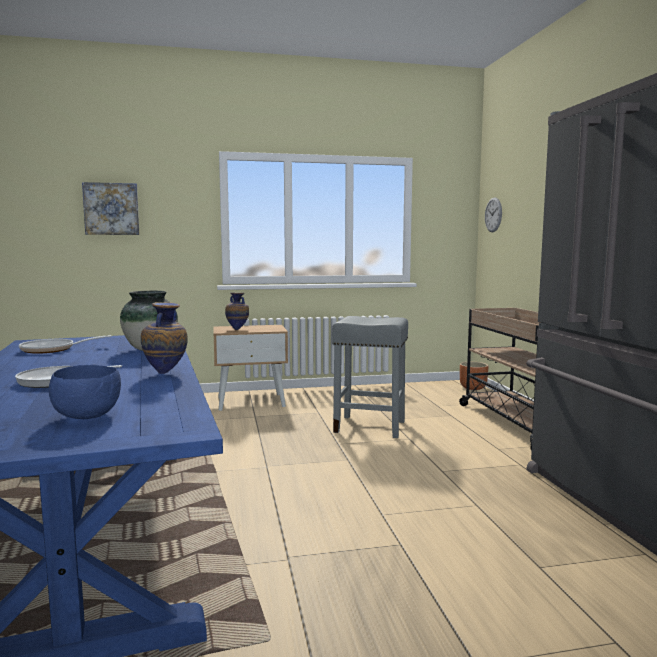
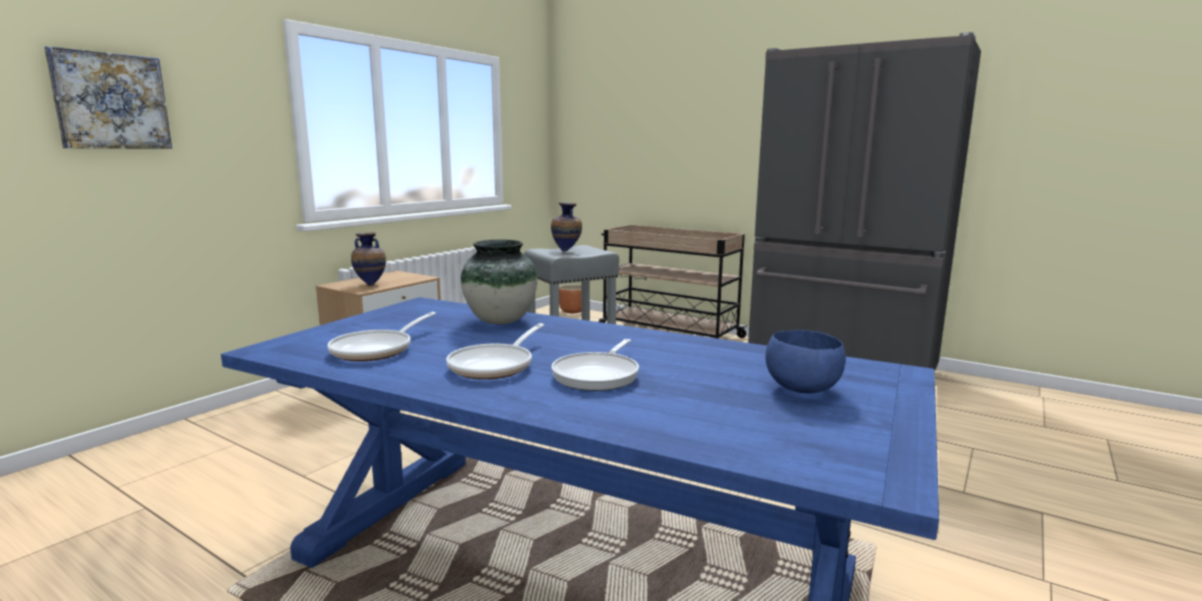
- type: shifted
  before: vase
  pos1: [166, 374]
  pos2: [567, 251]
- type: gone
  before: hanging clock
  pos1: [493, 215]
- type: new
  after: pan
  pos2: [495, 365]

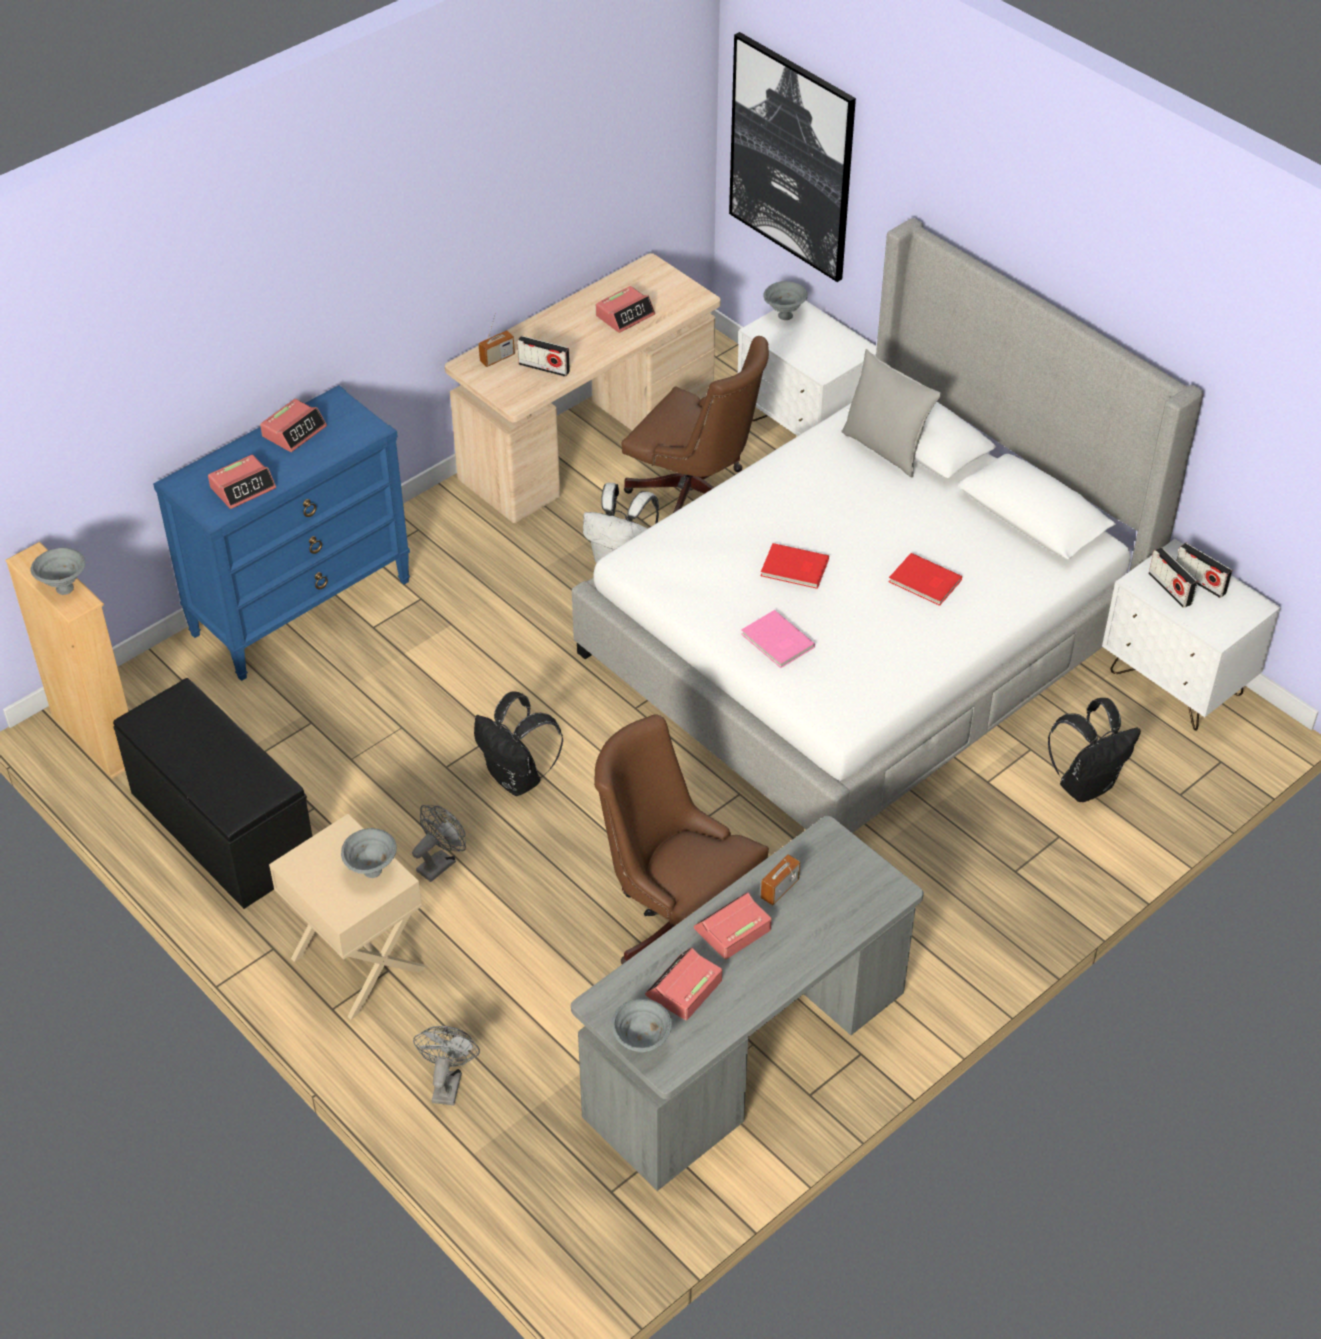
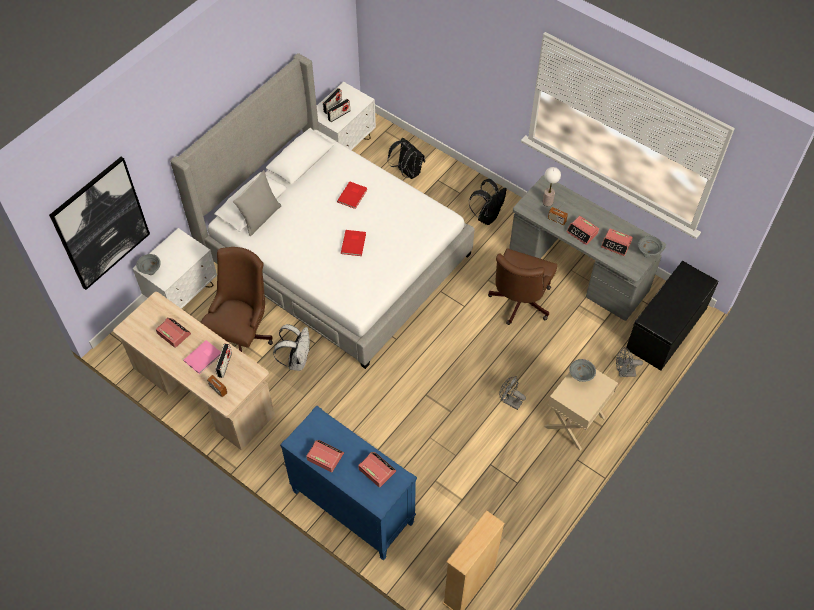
- type: gone
  before: grey deep dish
  pos1: [63, 589]
- type: shifted
  before: black indoor bench
  pos1: [221, 827]
  pos2: [667, 329]
- type: shifted
  before: black backpack
  pos1: [518, 779]
  pos2: [487, 216]
- type: shifted
  before: pink bound book
  pos1: [777, 642]
  pos2: [204, 357]
- type: new
  after: table lamp
  pos2: [547, 202]

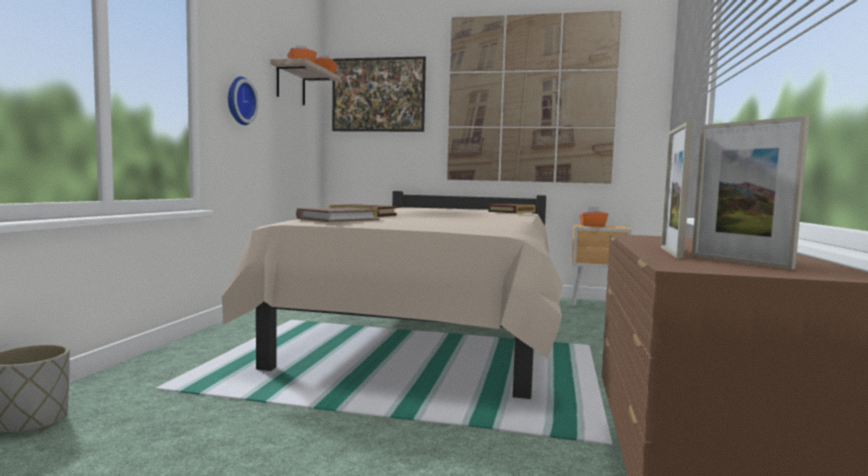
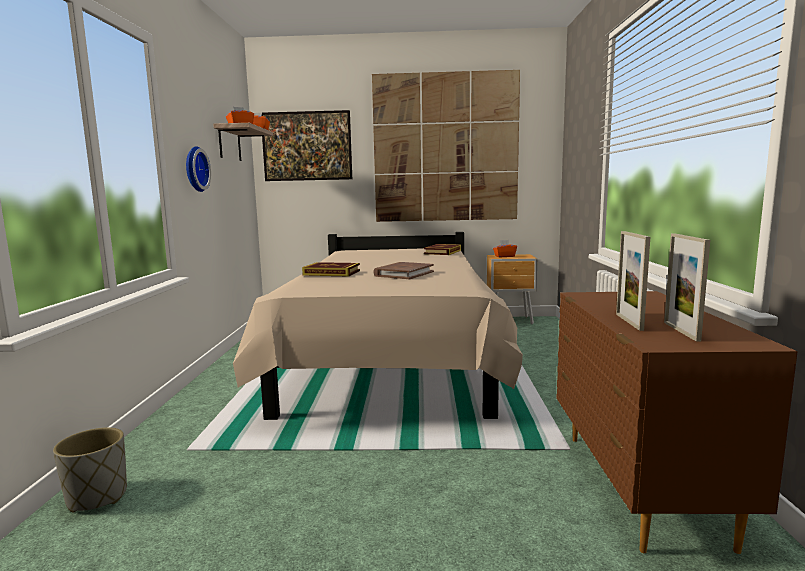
- type: shifted
  before: brownish bound book
  pos1: [337, 219]
  pos2: [404, 274]
- type: rotated
  before: picture frame
  pos1: [739, 262]
  pos2: [681, 331]
  turn: 45

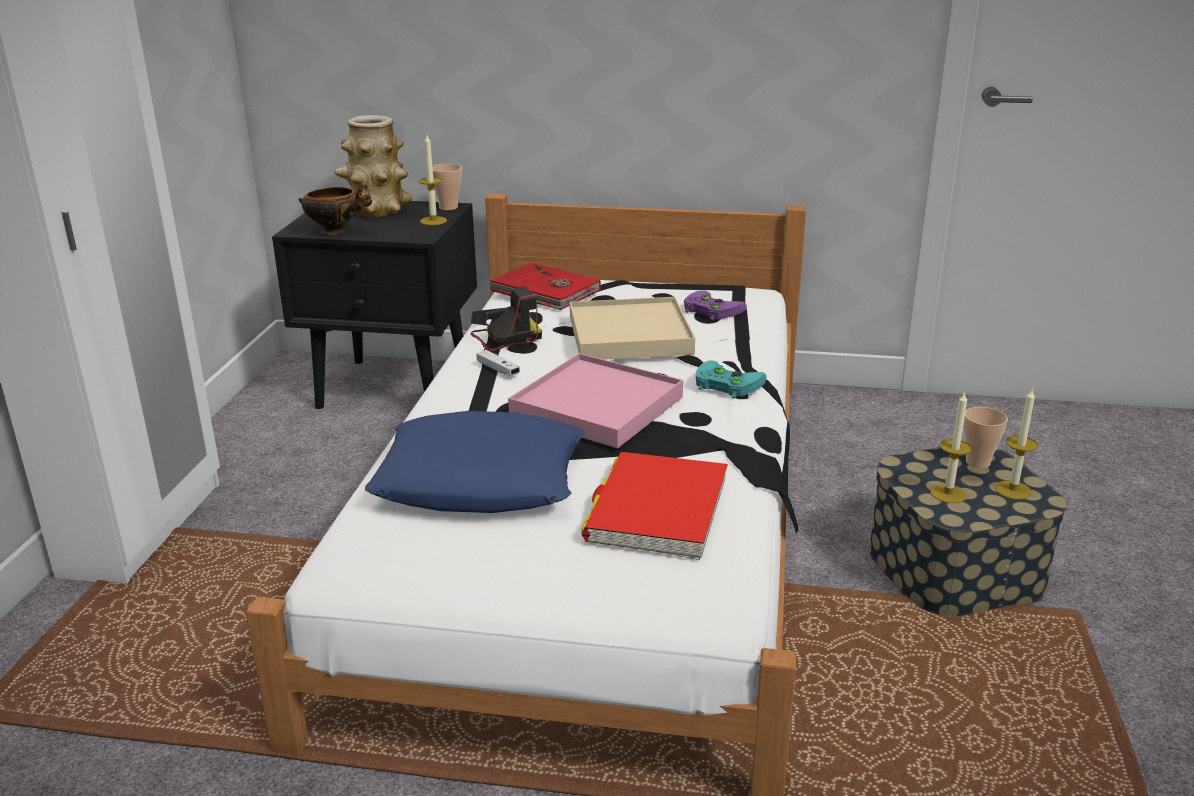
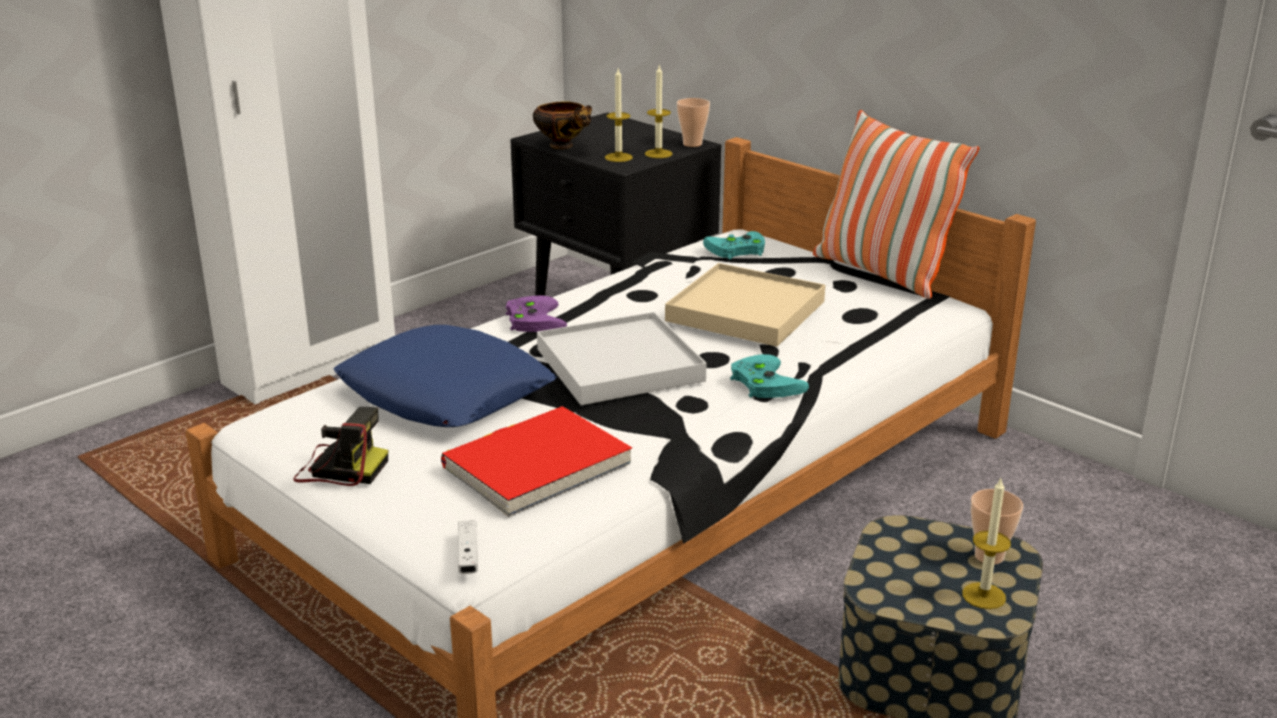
- type: gone
  before: vase
  pos1: [376, 210]
- type: shifted
  before: photo camera
  pos1: [505, 338]
  pos2: [339, 468]
- type: shifted
  before: white-coloured gamepad
  pos1: [498, 369]
  pos2: [468, 555]
- type: swapped
  before: reddish bound book
  after: turquoise gamepad
  pos1: [545, 291]
  pos2: [735, 250]
- type: repainted
  before: pink serving tray
  after: white-coloured serving tray
  pos1: [597, 406]
  pos2: [620, 365]
- type: shifted
  before: purple gamepad
  pos1: [709, 310]
  pos2: [532, 319]
- type: shifted
  before: candle
  pos1: [948, 493]
  pos2: [618, 157]
- type: new
  after: pillow
  pos2: [882, 273]

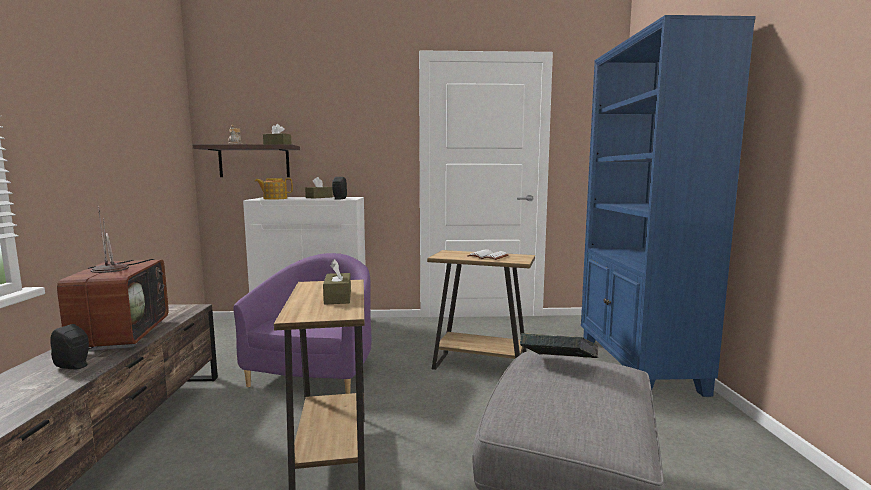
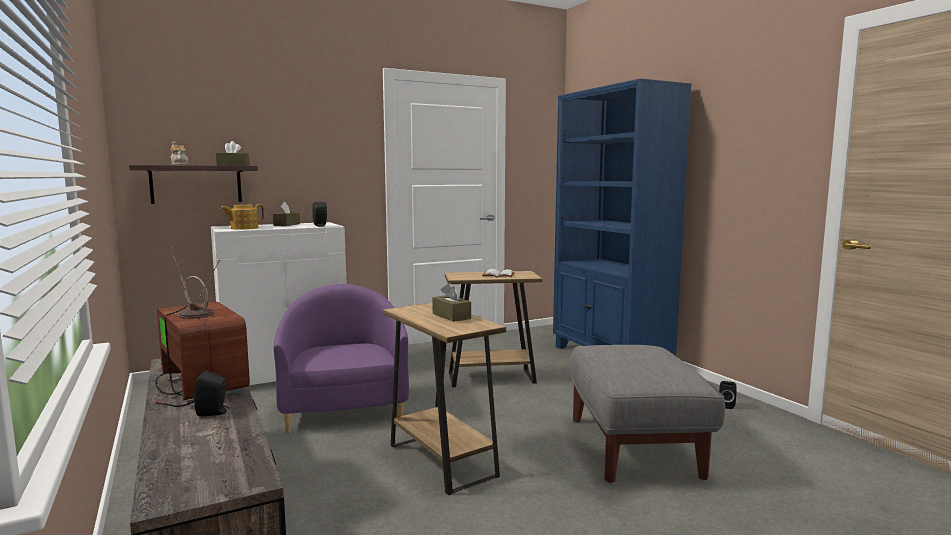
- type: gone
  before: bound book
  pos1: [558, 365]
- type: new
  after: black loudspeaker
  pos2: [726, 405]

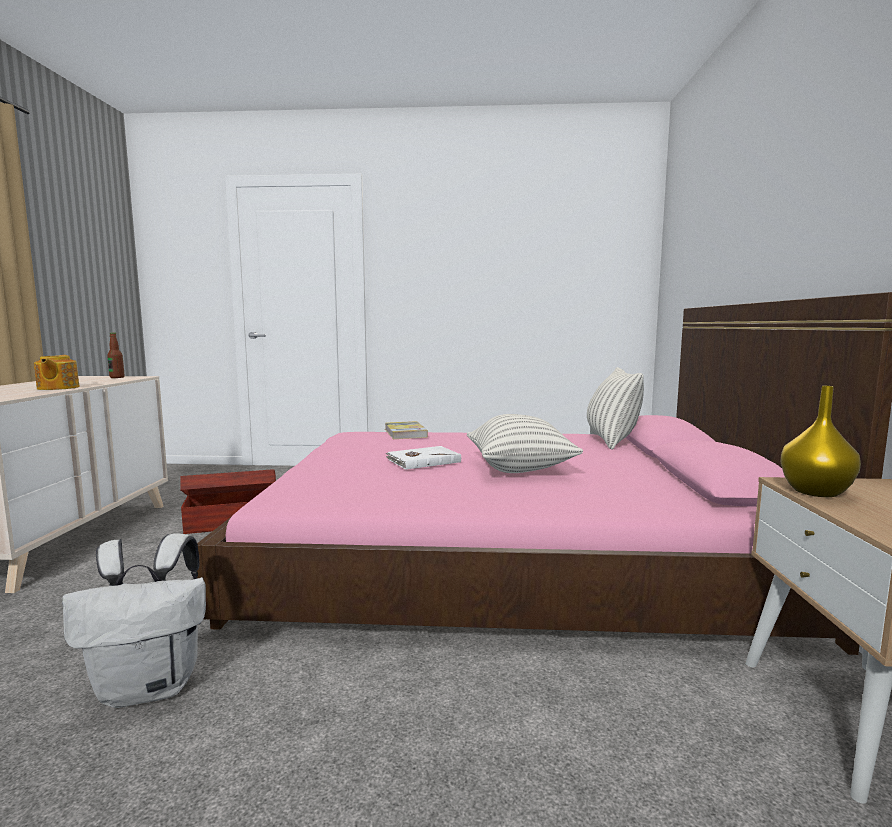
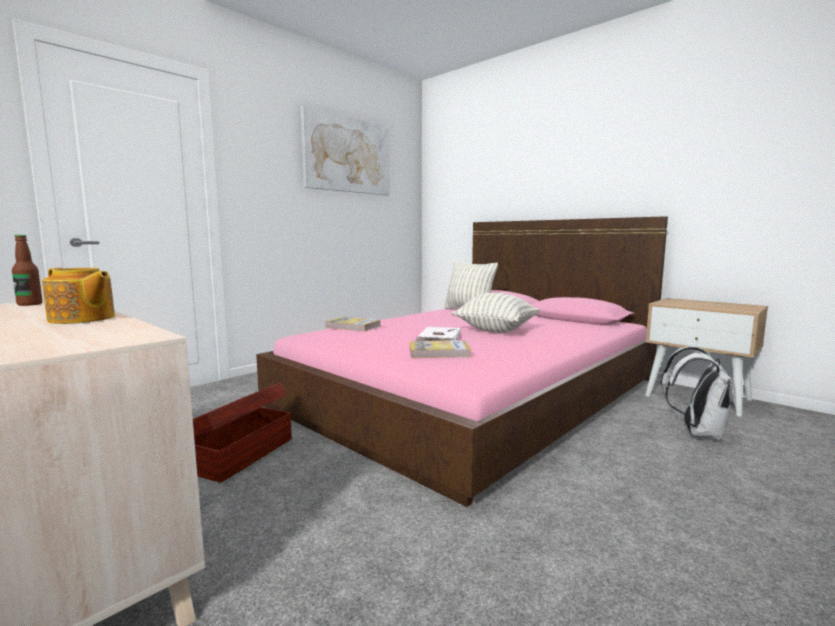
- type: shifted
  before: white-coloured backpack
  pos1: [152, 686]
  pos2: [698, 433]
- type: gone
  before: yellow-coloured vase
  pos1: [814, 492]
- type: new
  after: wall picture
  pos2: [348, 155]
- type: new
  after: bound book
  pos2: [439, 352]

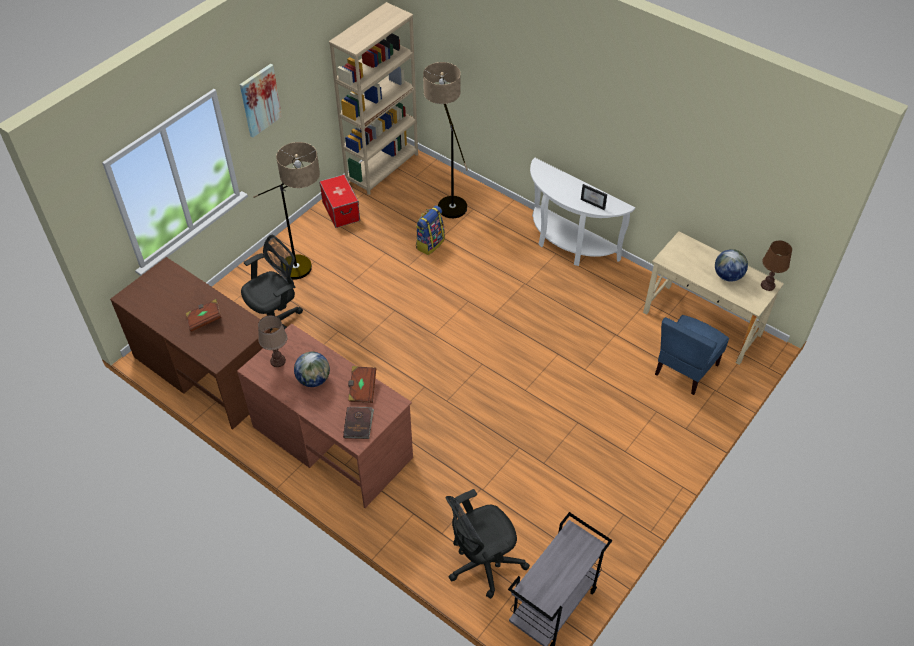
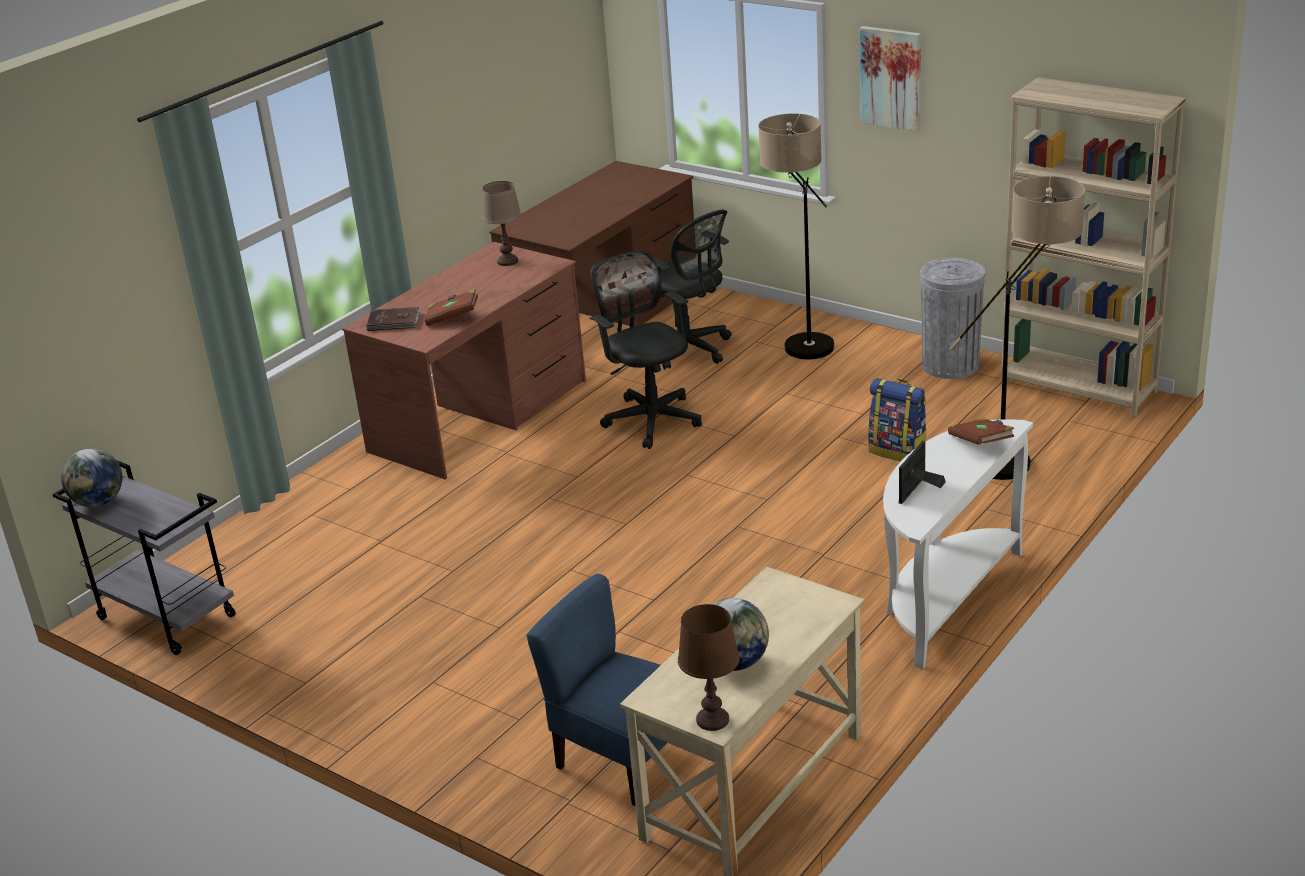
- type: shifted
  before: brownish bound book
  pos1: [205, 319]
  pos2: [981, 443]
- type: shifted
  before: world globe
  pos1: [314, 380]
  pos2: [99, 502]
- type: swapped
  before: storage bin
  after: grey waste bin
  pos1: [340, 211]
  pos2: [950, 365]
- type: shifted
  before: black computer chair
  pos1: [482, 564]
  pos2: [650, 418]

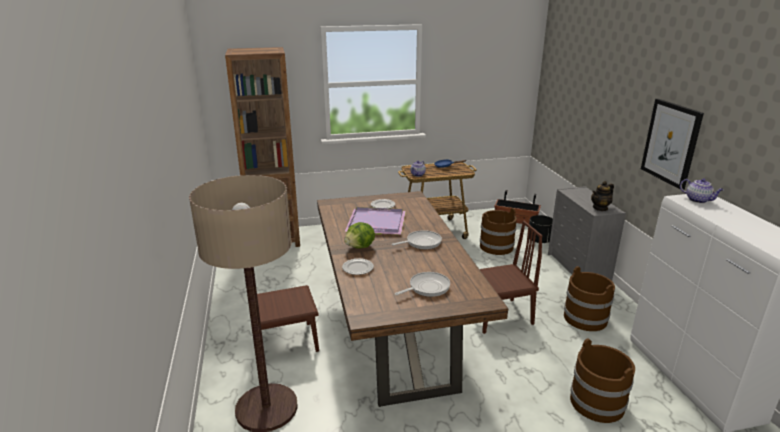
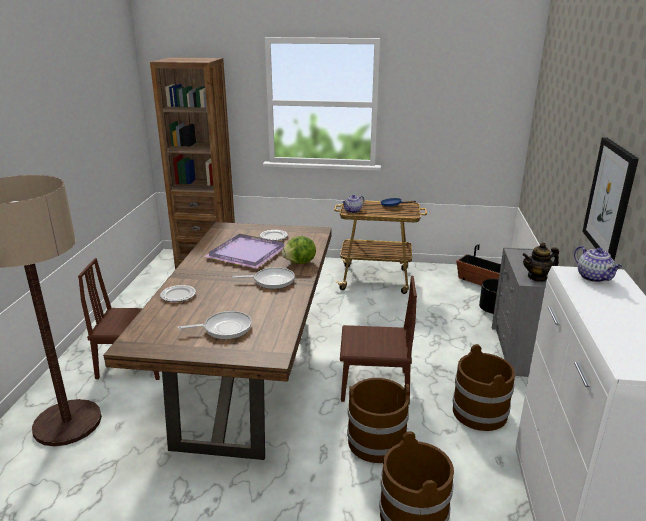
- type: shifted
  before: lettuce
  pos1: [360, 247]
  pos2: [300, 263]
- type: shifted
  before: brownish water bucket
  pos1: [496, 246]
  pos2: [377, 441]

